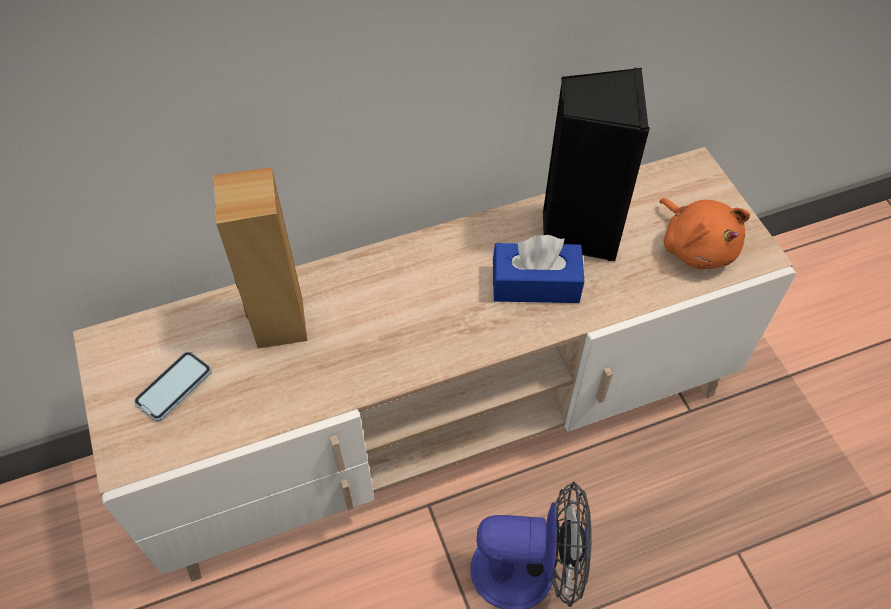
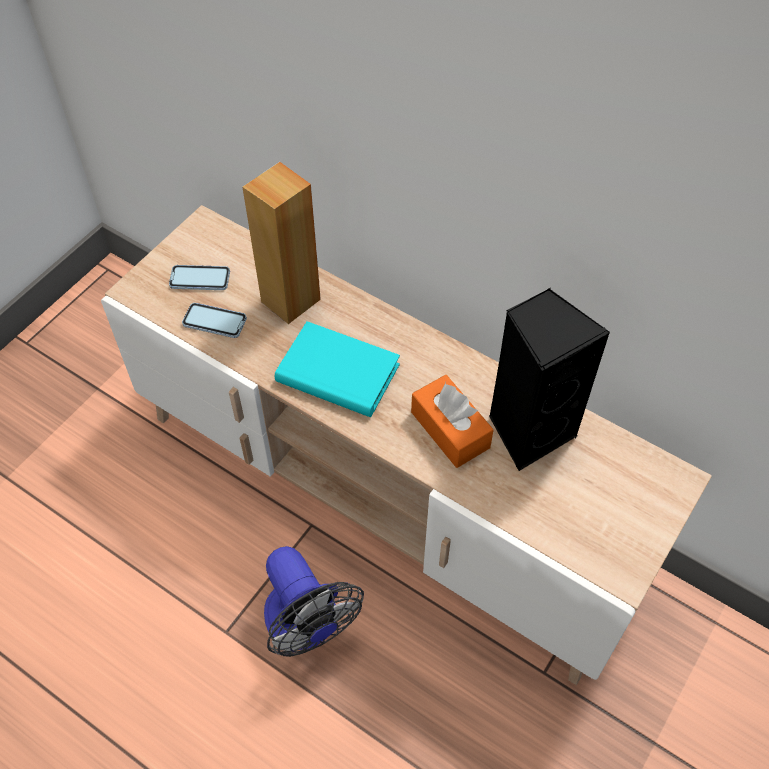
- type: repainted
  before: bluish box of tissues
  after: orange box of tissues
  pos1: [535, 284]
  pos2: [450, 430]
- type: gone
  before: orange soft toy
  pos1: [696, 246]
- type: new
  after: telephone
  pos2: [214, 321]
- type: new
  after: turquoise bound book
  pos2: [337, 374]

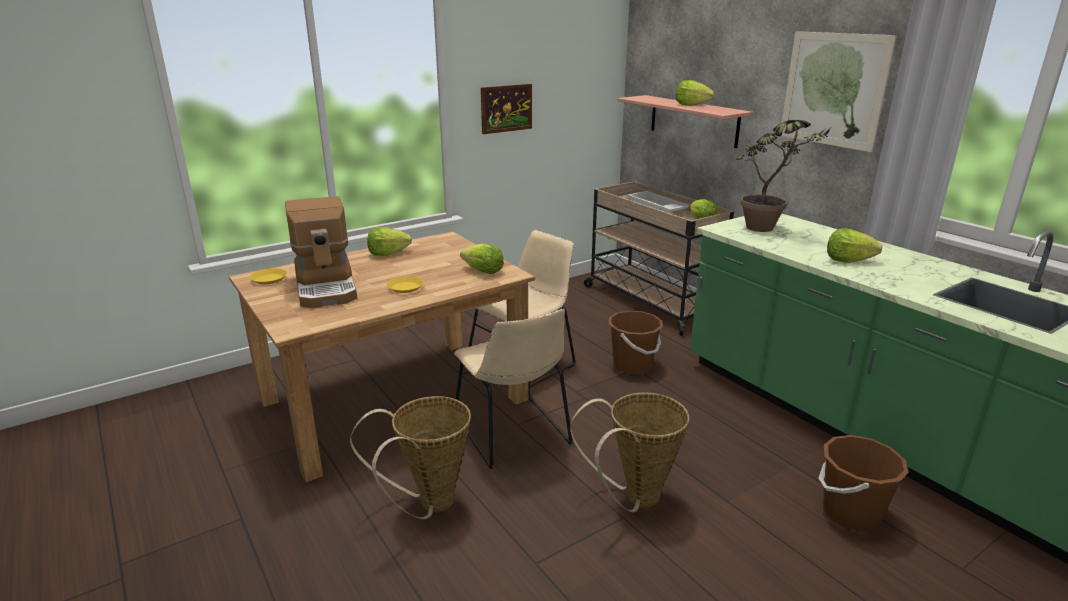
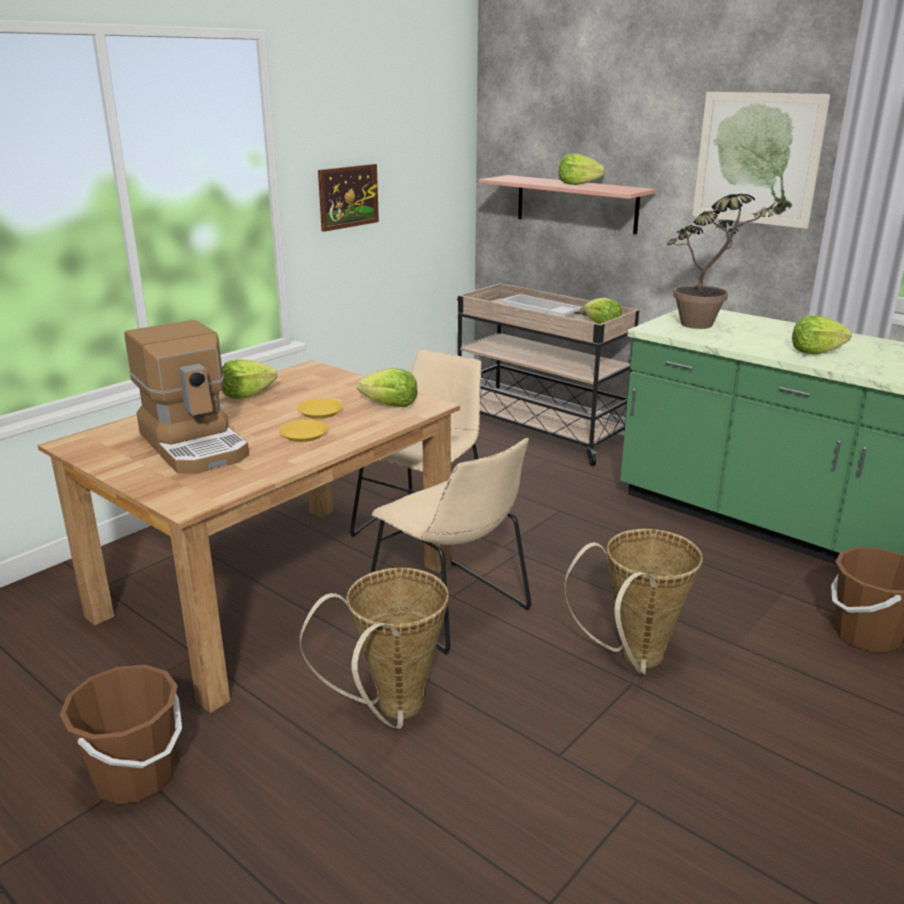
- type: shifted
  before: yellow-coloured plate
  pos1: [268, 279]
  pos2: [320, 412]
- type: shifted
  before: brownish water bucket
  pos1: [632, 365]
  pos2: [135, 776]

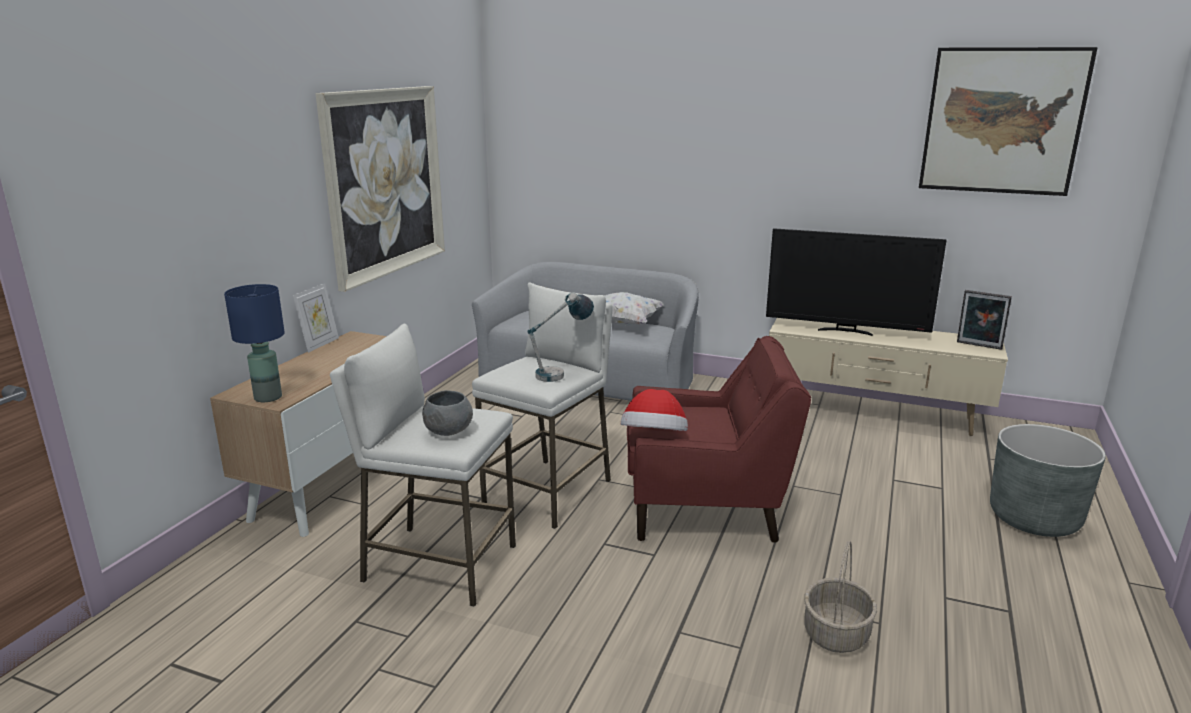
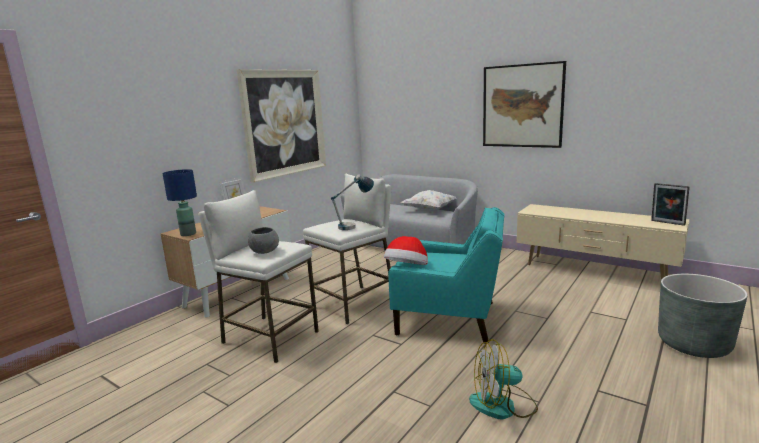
- type: repainted
  before: reddish easy chair
  after: turquoise easy chair
  pos1: [705, 507]
  pos2: [449, 319]
- type: gone
  before: TV set
  pos1: [845, 331]
- type: swapped
  before: storage basket
  after: electric fan
  pos1: [836, 634]
  pos2: [503, 405]
- type: shifted
  before: wall picture
  pos1: [1002, 121]
  pos2: [522, 106]

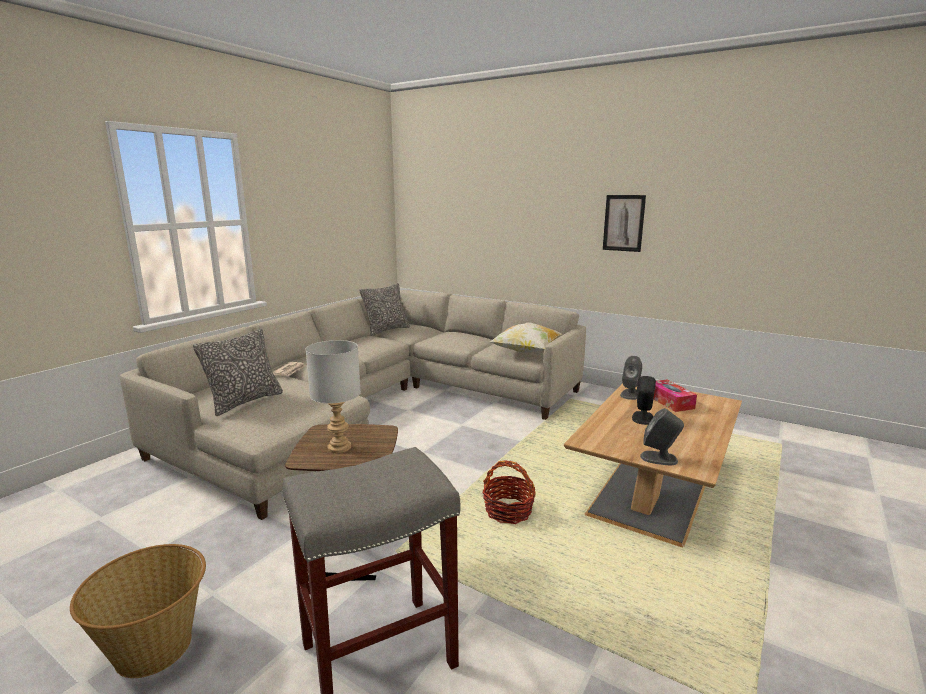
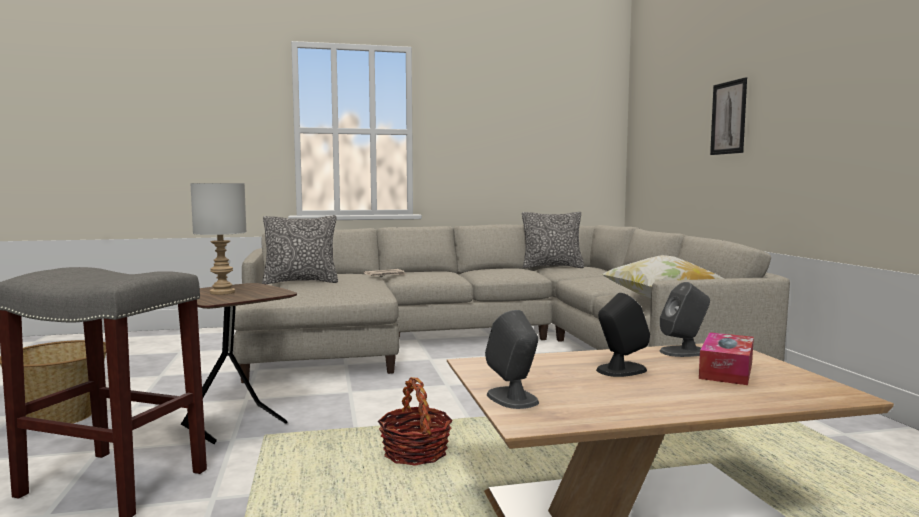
- type: shifted
  before: wall picture
  pos1: [623, 223]
  pos2: [728, 118]

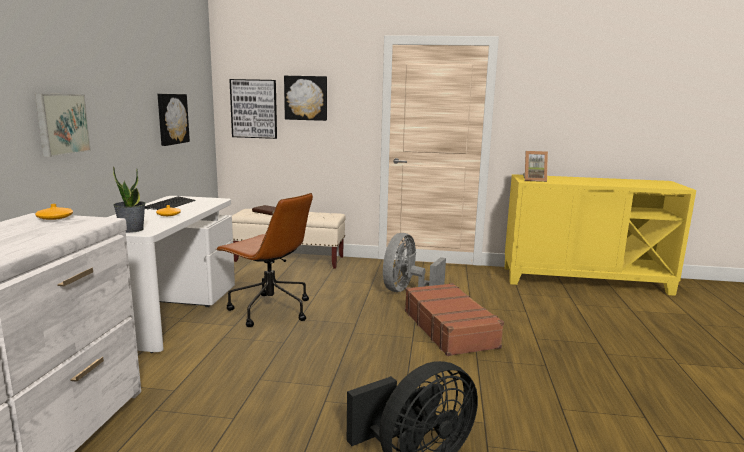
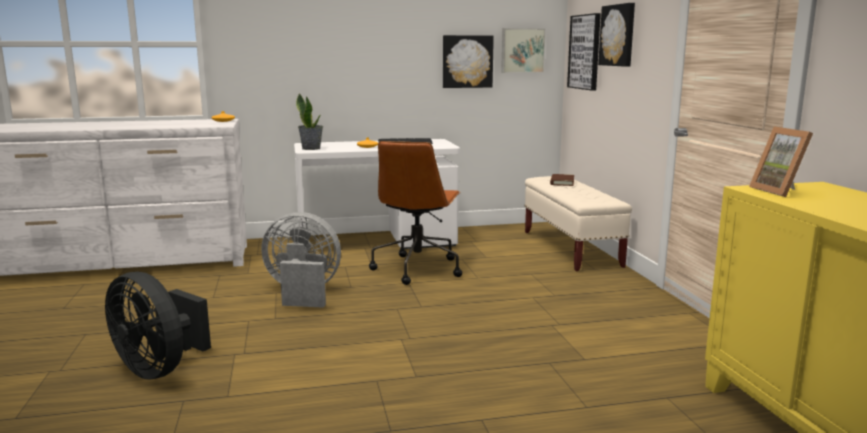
- type: shifted
  before: wall picture
  pos1: [61, 124]
  pos2: [522, 50]
- type: shifted
  before: grey electric fan
  pos1: [407, 291]
  pos2: [302, 293]
- type: gone
  before: brownish suitcase
  pos1: [450, 328]

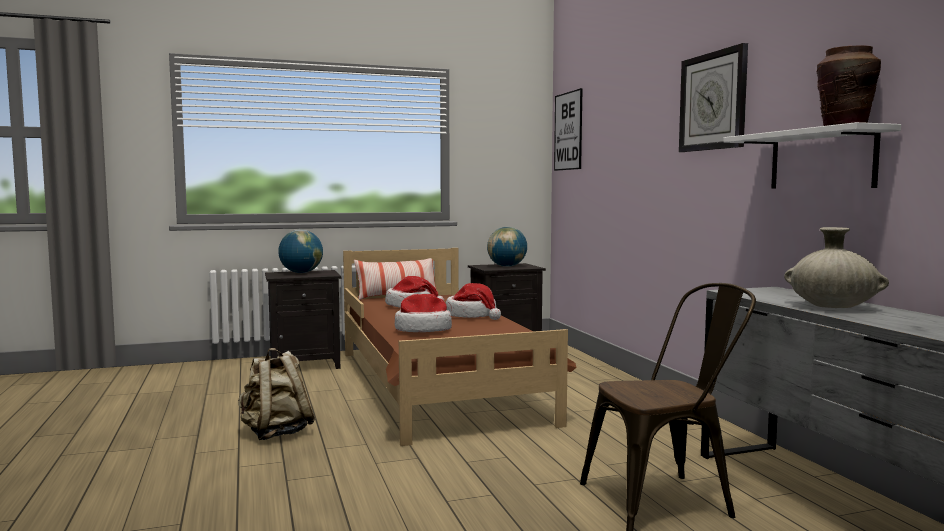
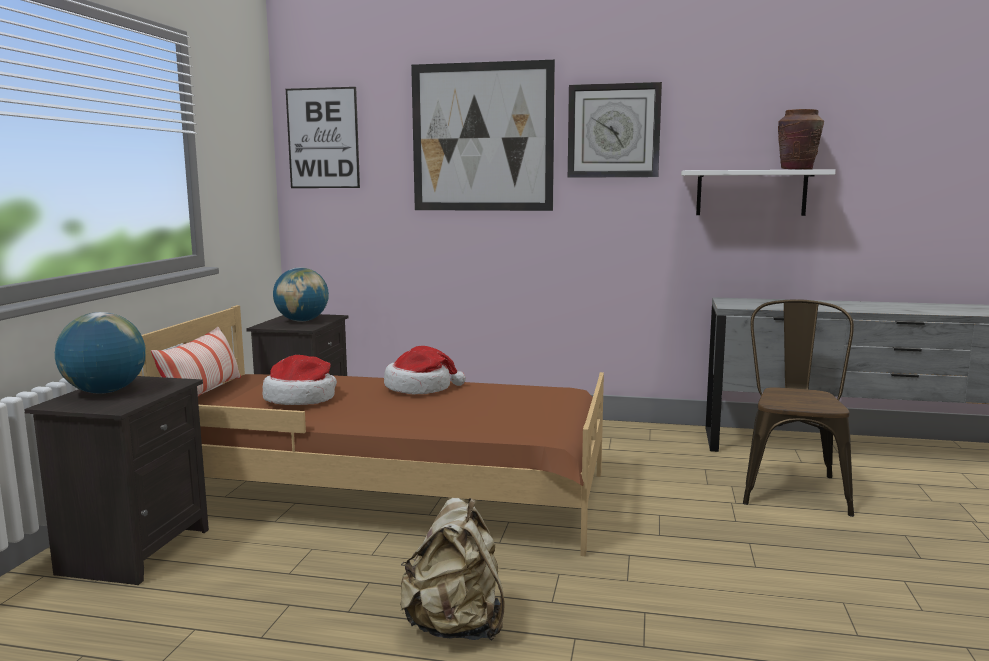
- type: gone
  before: clothing hat
  pos1: [423, 330]
- type: gone
  before: beige vase
  pos1: [832, 307]
- type: new
  after: wall picture
  pos2: [482, 137]

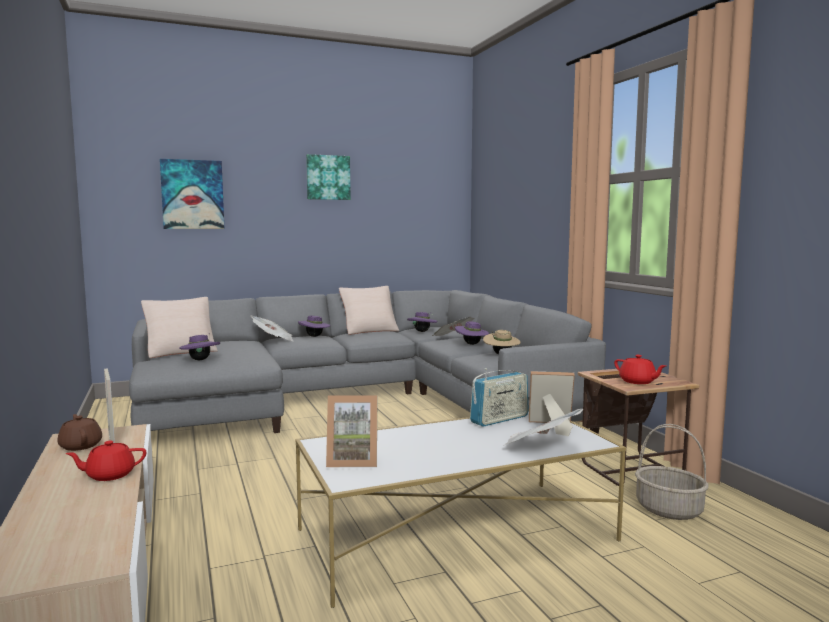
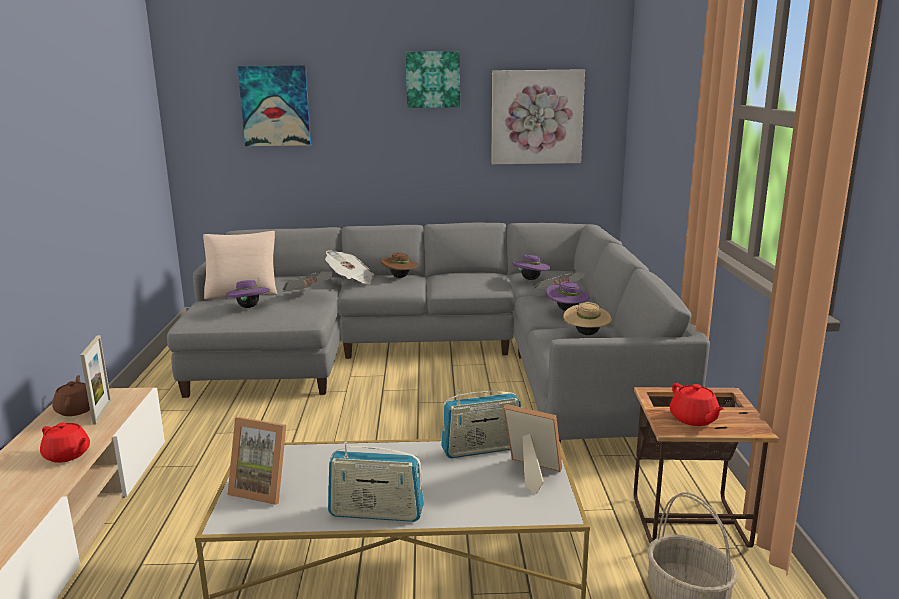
- type: rotated
  before: reddish teapot
  pos1: [109, 475]
  pos2: [67, 455]
  turn: -150
- type: repainted
  before: purple clothing hat
  after: brownish clothing hat
  pos1: [314, 336]
  pos2: [400, 277]
- type: gone
  before: beige pillow
  pos1: [369, 330]
- type: shifted
  before: daily paper
  pos1: [540, 448]
  pos2: [308, 295]
- type: new
  after: radio set
  pos2: [376, 513]
- type: new
  after: wall picture
  pos2: [536, 117]

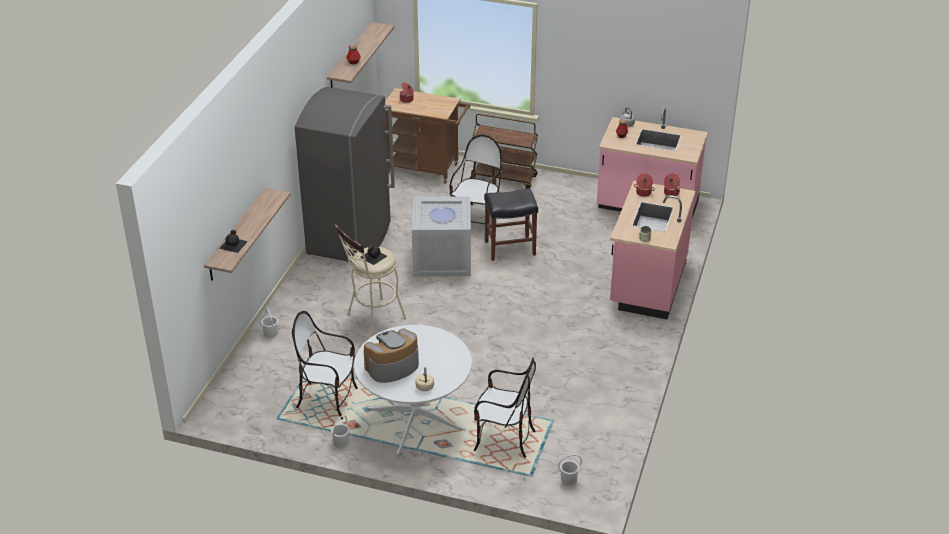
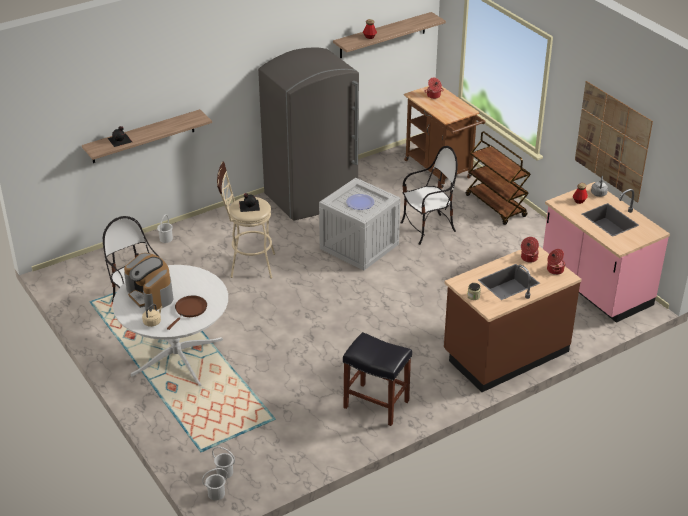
- type: shifted
  before: white-coloured water bucket
  pos1: [341, 442]
  pos2: [216, 494]
- type: rotated
  before: coffee brewer
  pos1: [392, 367]
  pos2: [151, 295]
  turn: -135
- type: gone
  before: plain chair
  pos1: [503, 439]
- type: shifted
  before: black sitting stool
  pos1: [509, 248]
  pos2: [375, 404]
- type: repainted
  before: pink kitchen base unit
  after: brownish kitchen base unit
  pos1: [647, 283]
  pos2: [505, 352]
- type: new
  after: brownish pan
  pos2: [189, 310]
- type: new
  after: wall picture
  pos2: [612, 141]

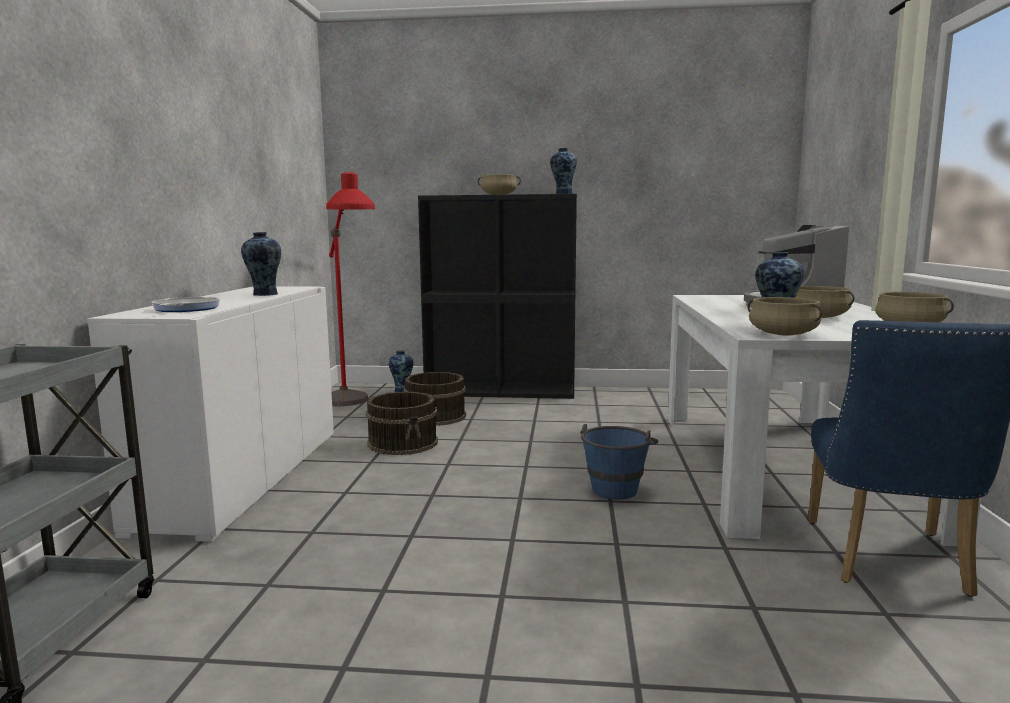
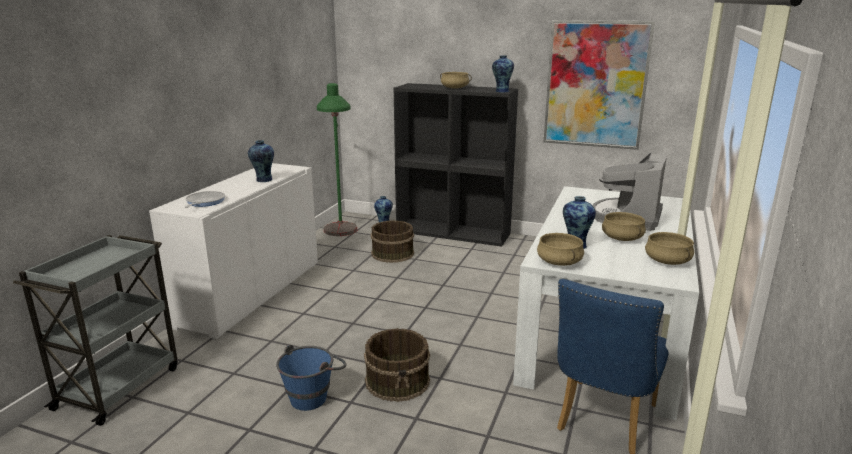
- type: repainted
  before: reddish standing lamp
  after: green-coloured standing lamp
  pos1: [350, 408]
  pos2: [340, 238]
- type: shifted
  before: brownish water bucket
  pos1: [403, 443]
  pos2: [398, 381]
- type: shifted
  before: bluish water bucket
  pos1: [616, 487]
  pos2: [314, 395]
- type: new
  after: wall picture
  pos2: [595, 85]

